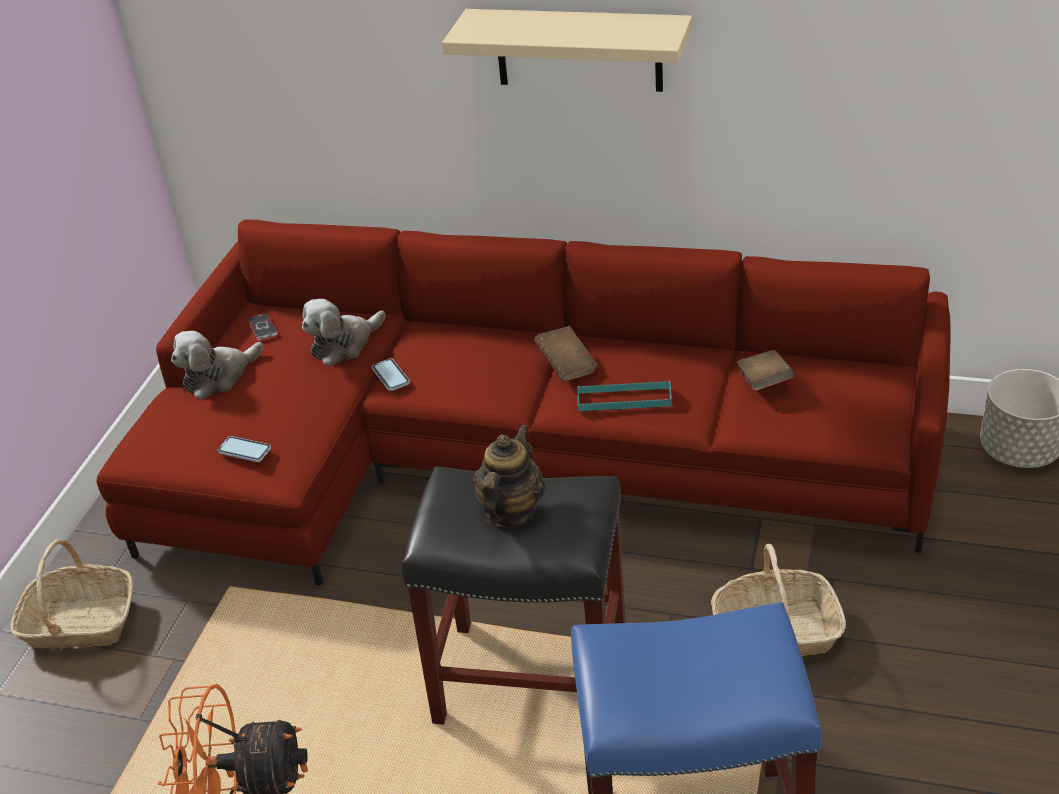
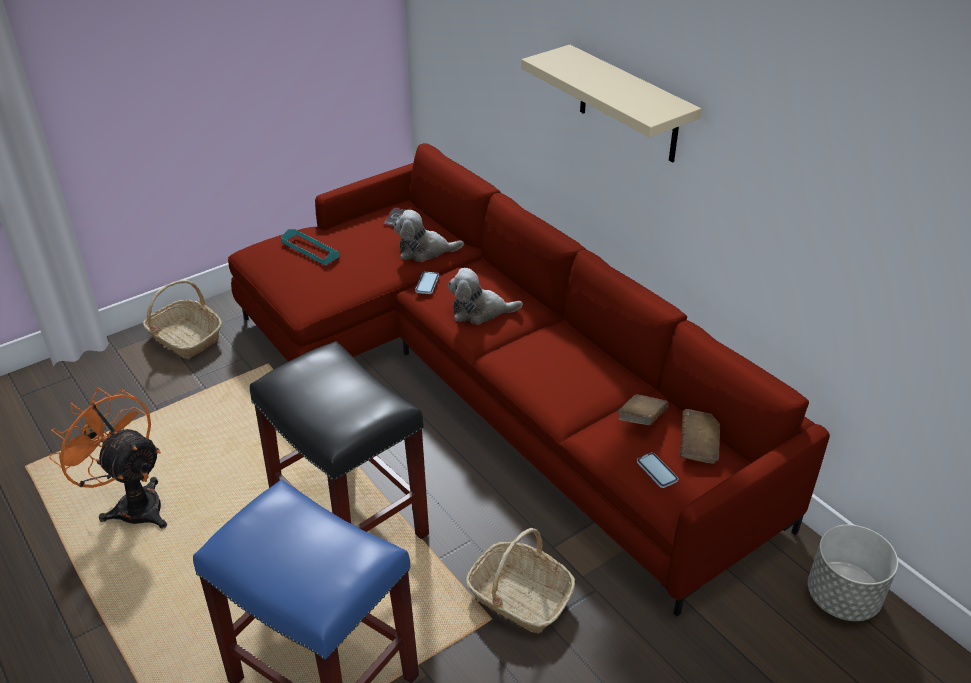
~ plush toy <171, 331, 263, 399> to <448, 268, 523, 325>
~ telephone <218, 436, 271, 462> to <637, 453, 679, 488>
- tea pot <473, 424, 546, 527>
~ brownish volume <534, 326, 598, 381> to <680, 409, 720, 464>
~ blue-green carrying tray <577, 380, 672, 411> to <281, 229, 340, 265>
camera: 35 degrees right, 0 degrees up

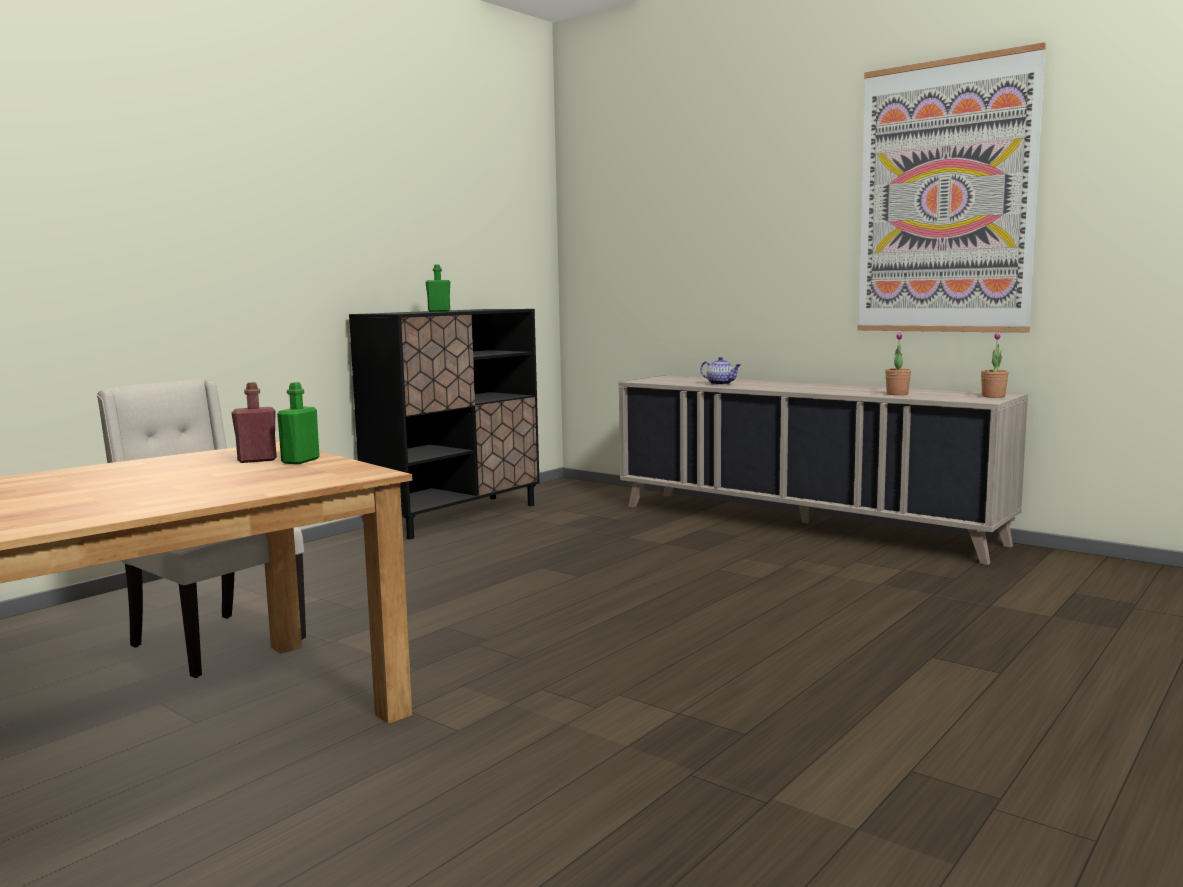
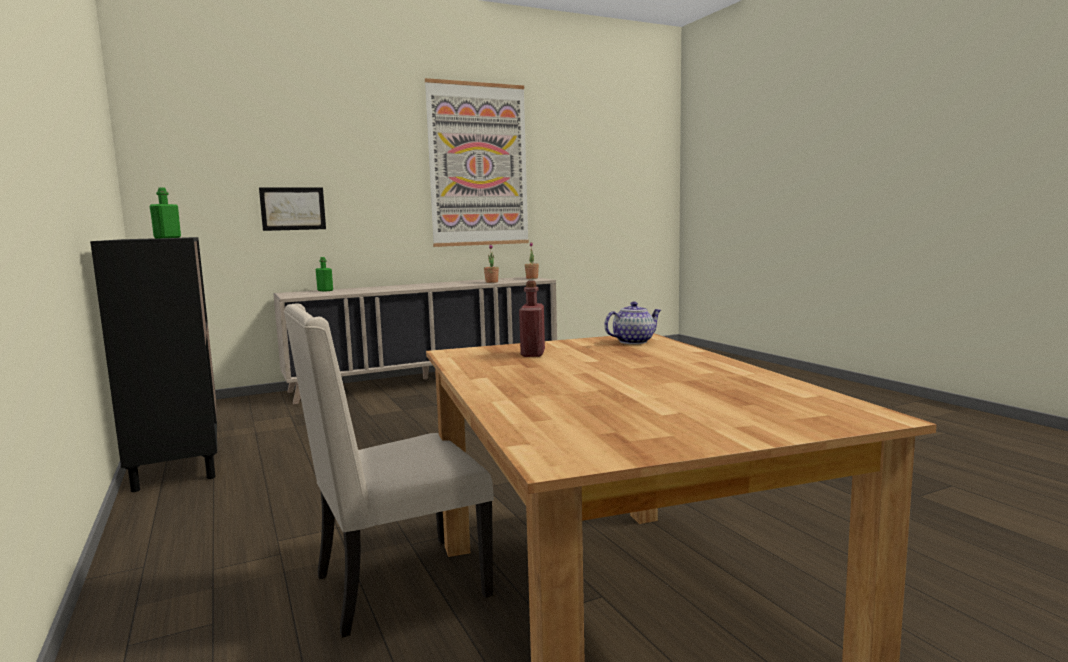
~ greenish bottle <277, 382, 320, 464> to <316, 257, 333, 292>
~ tea pot <700, 357, 741, 385> to <604, 302, 661, 344>
+ picture <259, 187, 326, 231>
camera: 65 degrees left, 0 degrees up

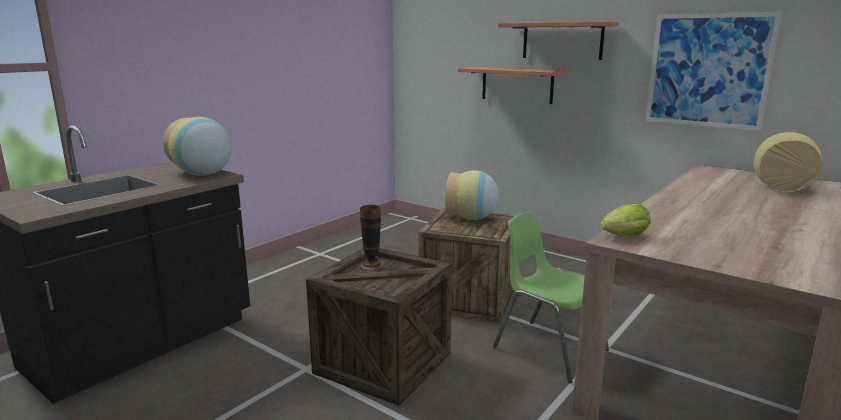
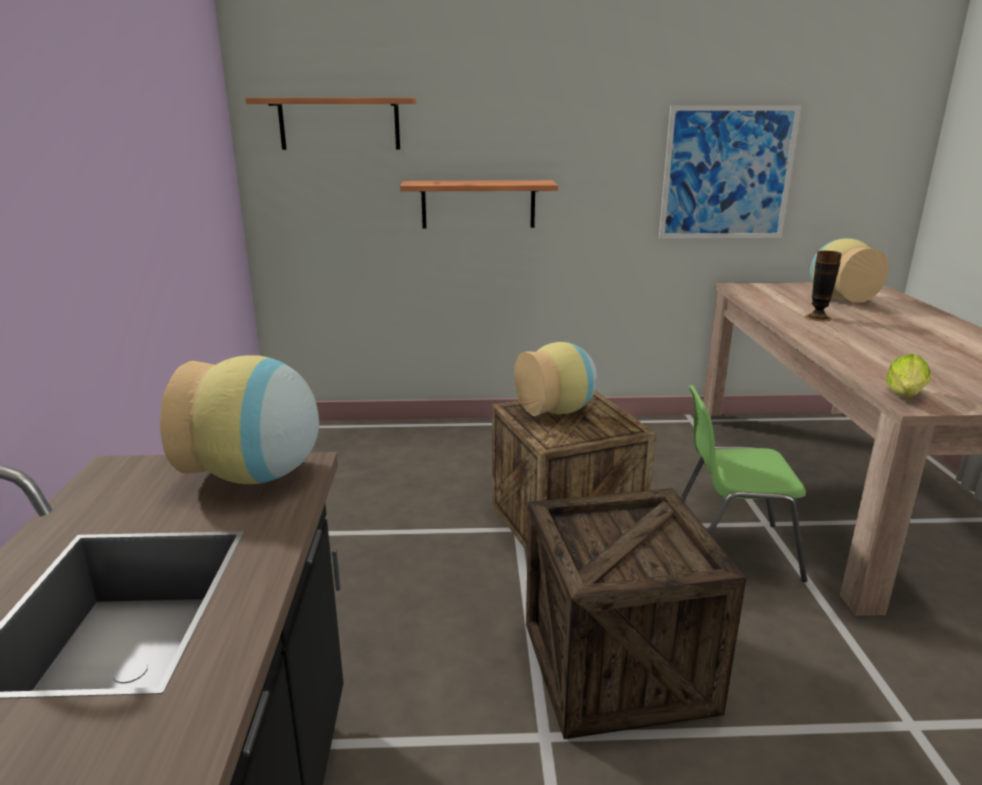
~ decorative vase <360, 205, 383, 270> to <805, 251, 842, 321>
~ bracket shelf <498, 22, 619, 60> to <245, 98, 416, 150>
camera: 40 degrees left, 5 degrees up

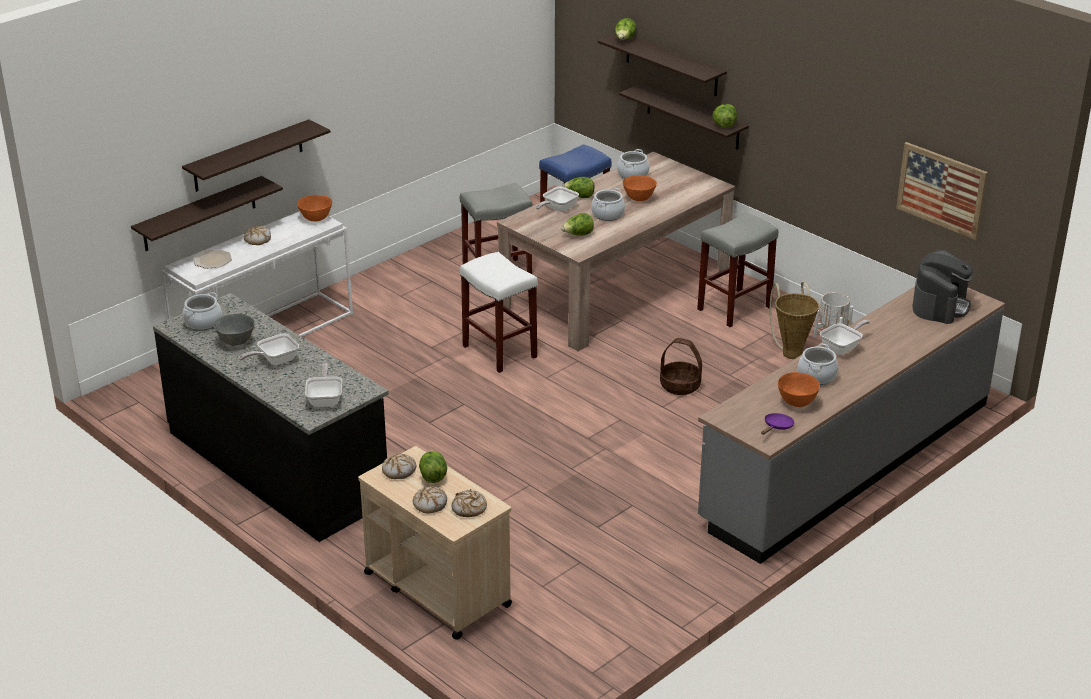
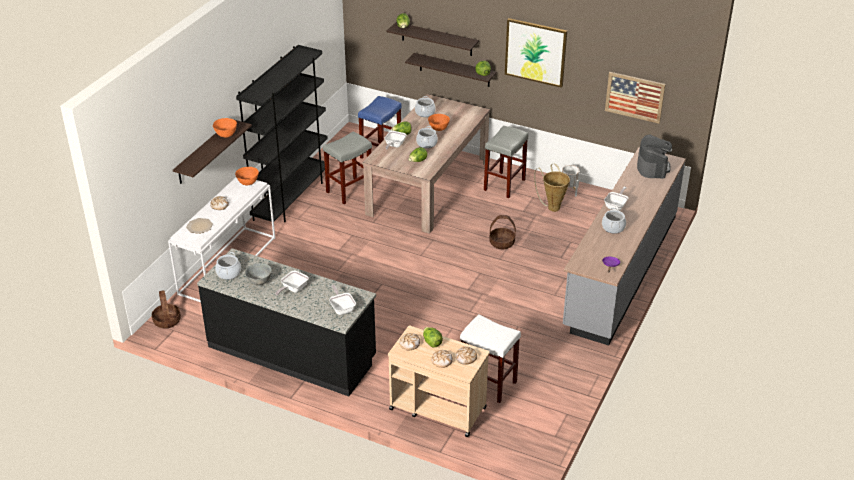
- bracket shelf <131, 176, 283, 251>
~ whitish stool <460, 252, 538, 373> to <460, 314, 521, 403>
~ orange bowl <778, 372, 820, 407> to <213, 118, 237, 138>
+ household basket <152, 290, 181, 329>
+ black-coloured shelving unit <236, 45, 328, 222>
+ picture <505, 18, 567, 88>
camera: 20 degrees left, 5 degrees up

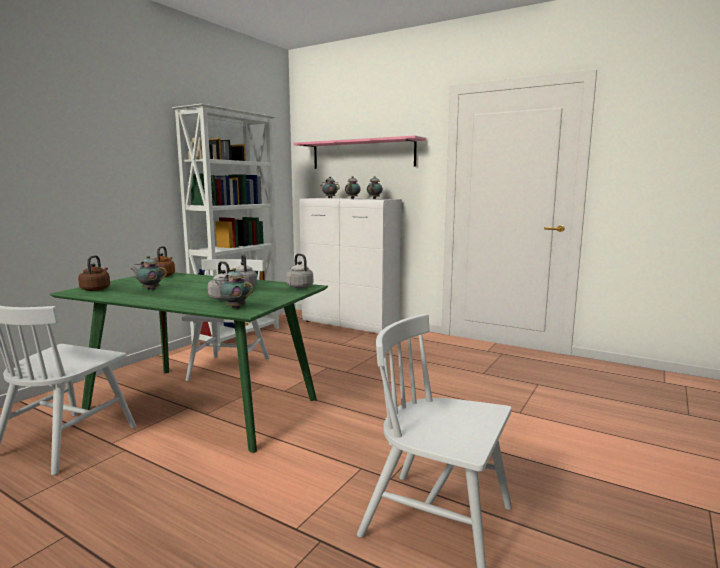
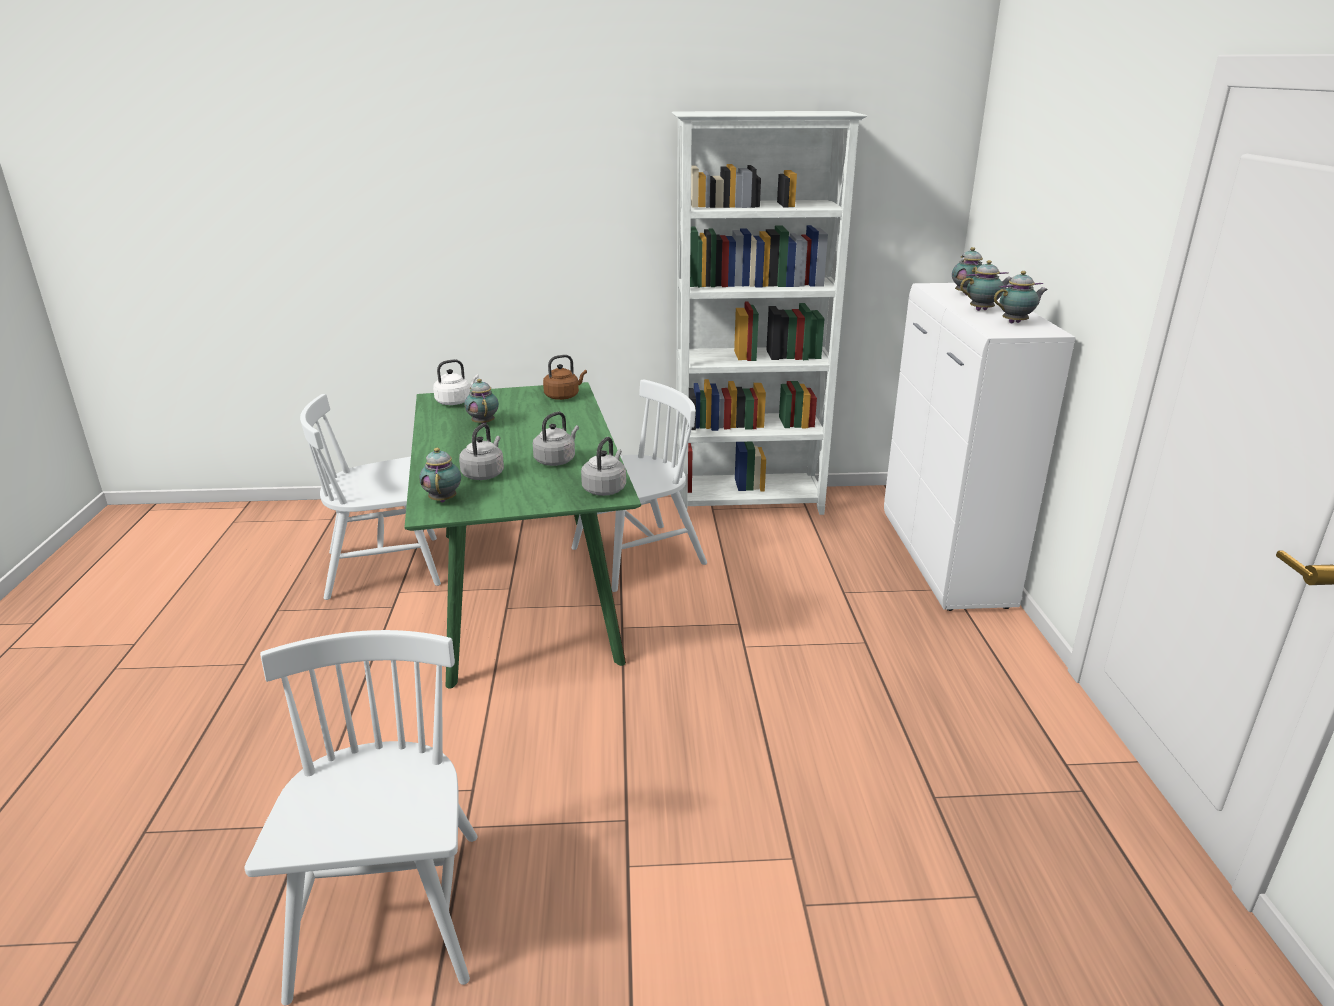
~ brownish water kettle <78, 255, 110, 291> to whitish water kettle <433, 359, 479, 405>
- pinkish bracket shelf <293, 136, 426, 169>
camera: 55 degrees right, 15 degrees up

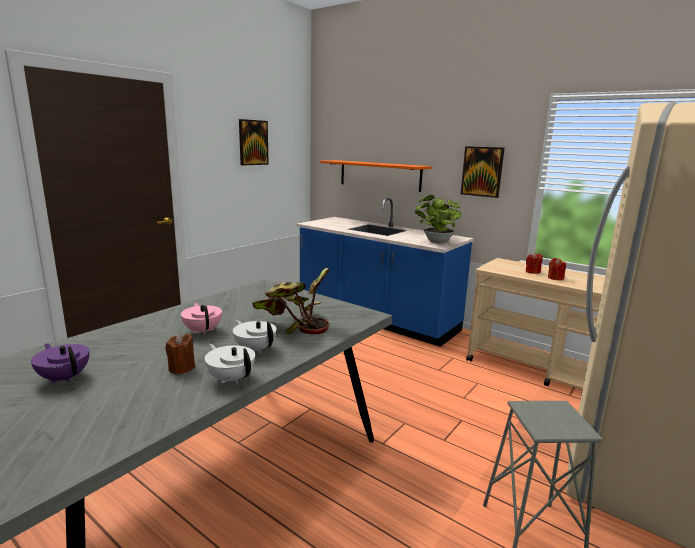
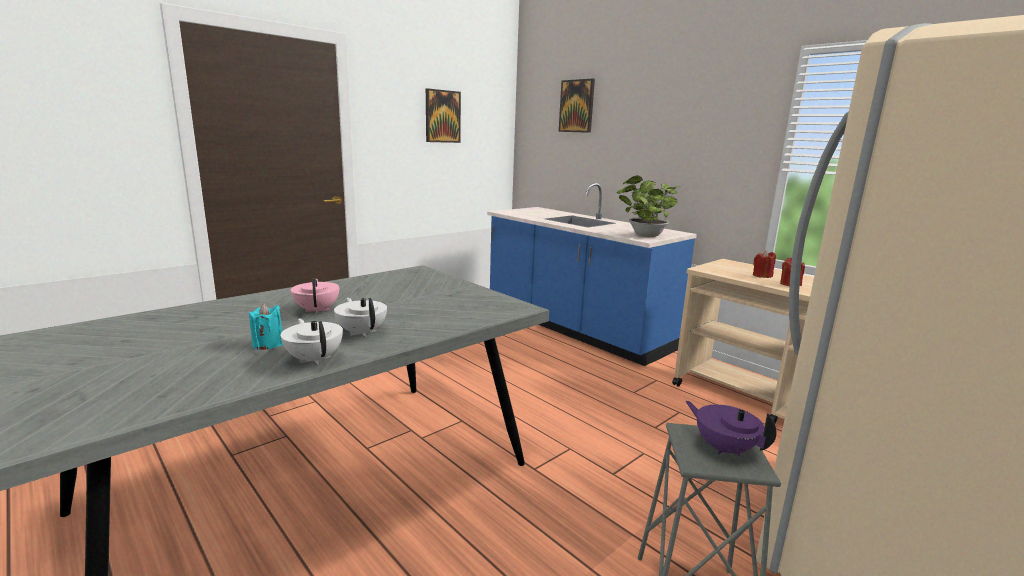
~ purple-coloured tea pot <31, 343, 90, 383> to <685, 401, 776, 456>
~ brownish wax candle <165, 334, 195, 374> to blue-green wax candle <249, 303, 283, 350>
- plant in a pot <252, 268, 330, 335>
- orange bracket shelf <320, 160, 432, 192>
~ picture <461, 146, 505, 198> to <559, 79, 595, 133>
camera: 10 degrees right, 0 degrees up

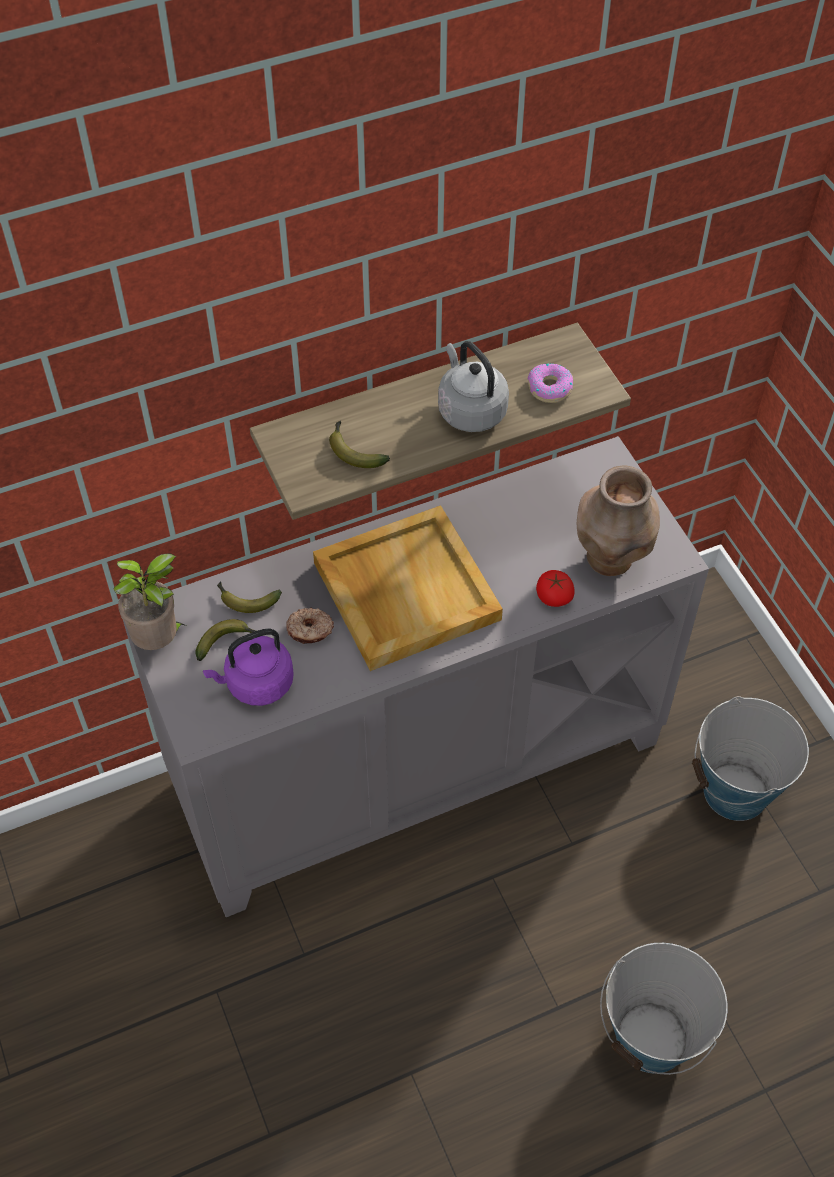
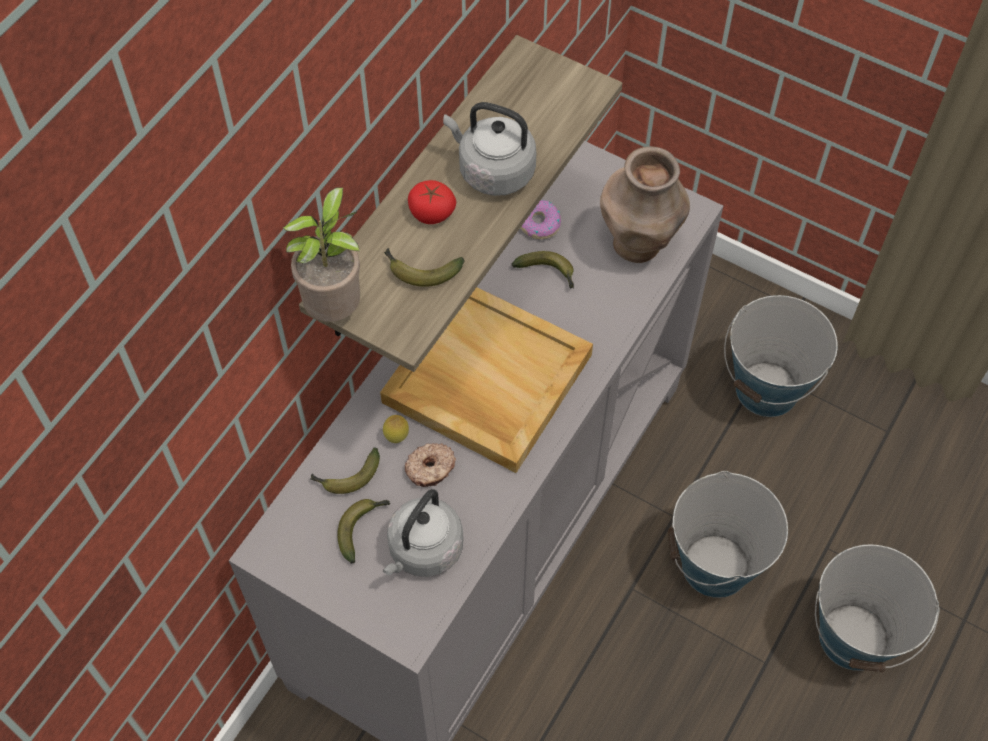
~ plant in a pot <113, 553, 186, 650> to <283, 187, 360, 322>
~ purple-coloured water kettle <203, 629, 294, 706> to greyish water kettle <383, 489, 463, 577>
~ ring doughnut <528, 363, 573, 403> to <520, 200, 561, 239>
~ whole tomato <536, 570, 575, 607> to <408, 180, 456, 224>
+ citrus fruit <383, 415, 409, 443>
+ banana <512, 251, 574, 289>
+ pail <668, 471, 788, 598>
camera: 35 degrees left, 5 degrees up

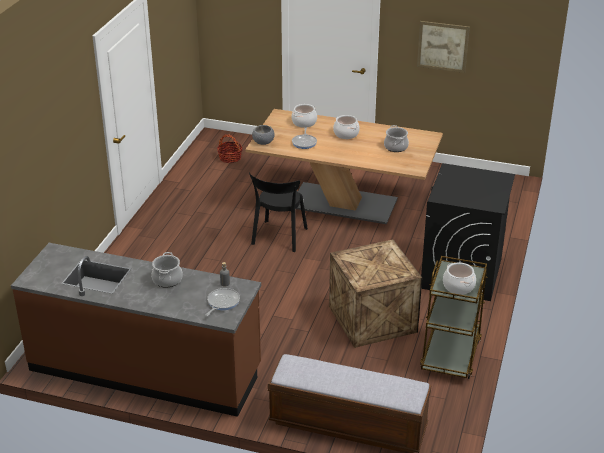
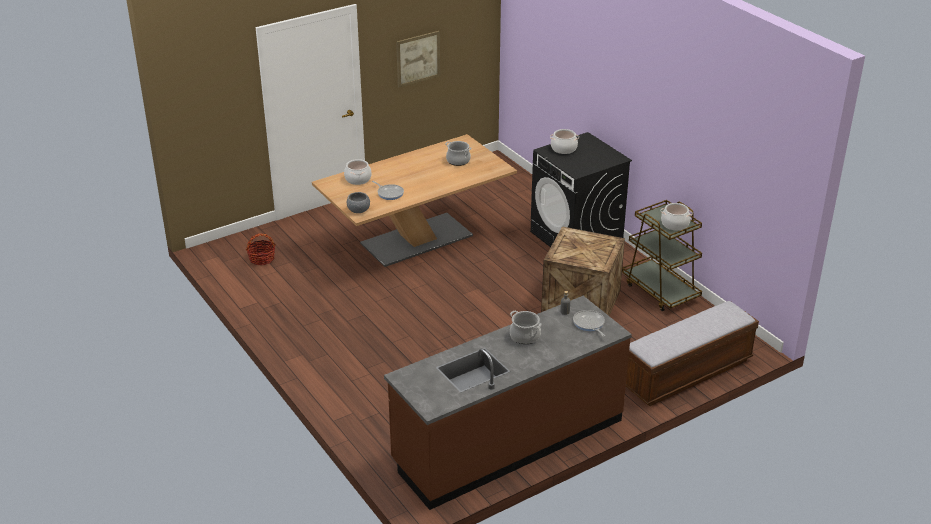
- black-coloured upright chair <249, 173, 308, 252>
~ cooking pot <333, 115, 360, 139> to <550, 129, 579, 154>
camera: 50 degrees left, 0 degrees up

